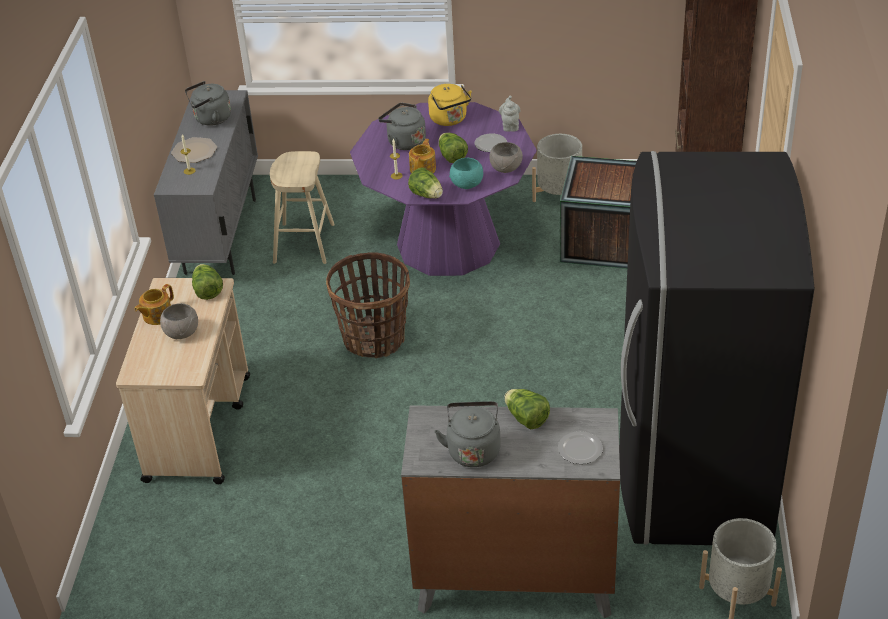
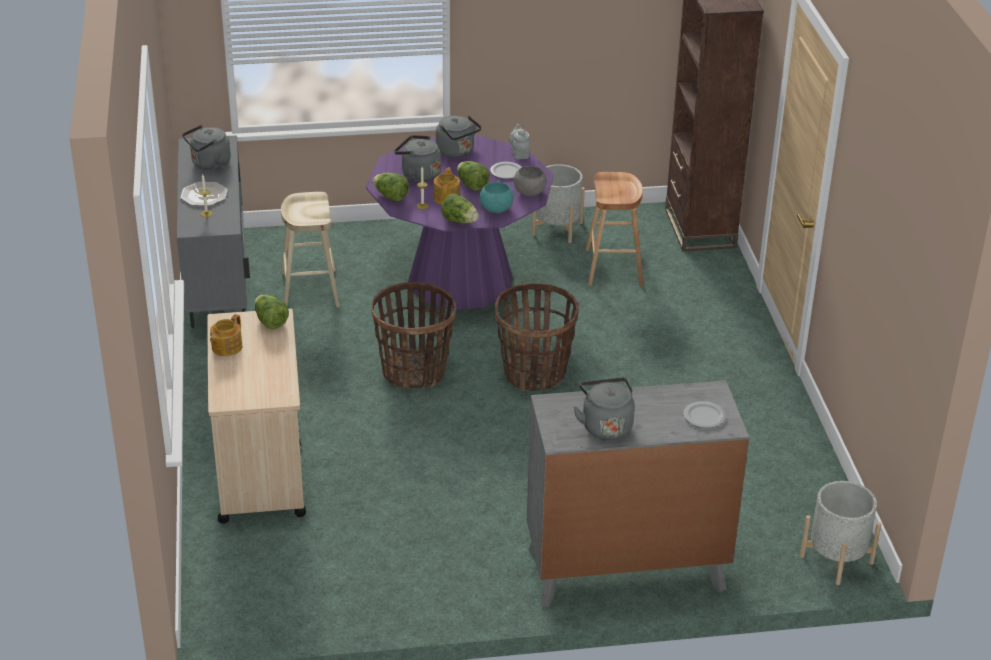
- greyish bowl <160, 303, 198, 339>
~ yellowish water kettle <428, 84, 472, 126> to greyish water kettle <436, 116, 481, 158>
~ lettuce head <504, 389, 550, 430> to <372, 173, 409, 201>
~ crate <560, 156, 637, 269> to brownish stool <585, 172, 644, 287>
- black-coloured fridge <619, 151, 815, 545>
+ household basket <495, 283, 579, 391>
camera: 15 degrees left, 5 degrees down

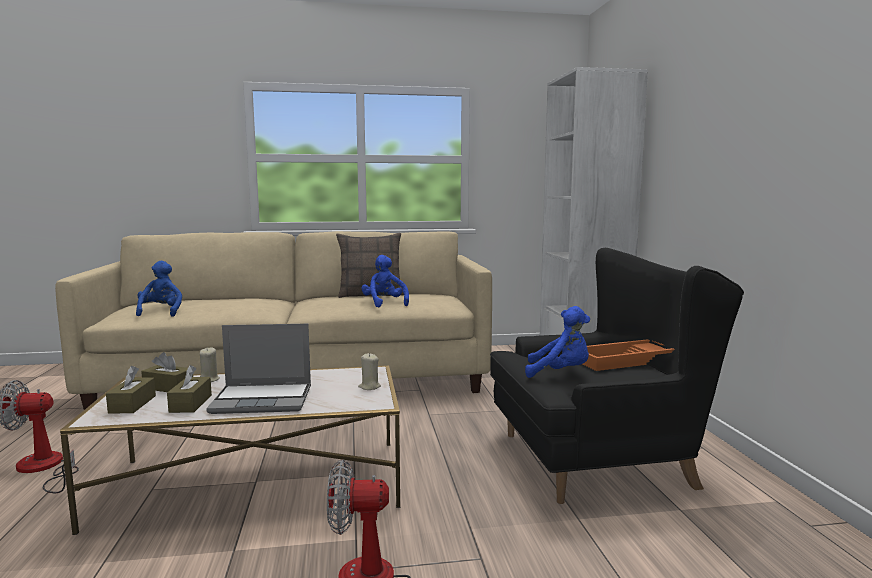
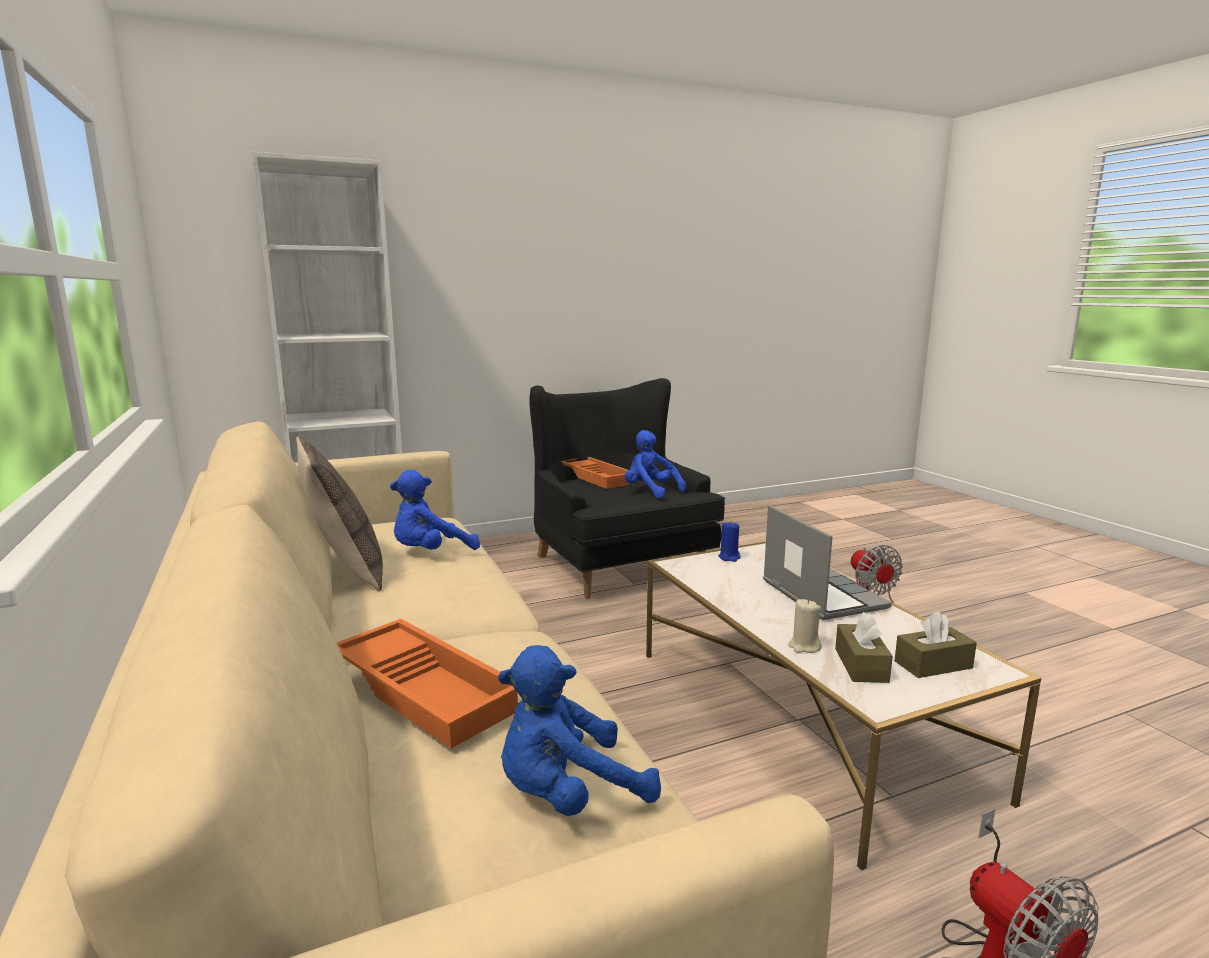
- brownish box of tissues <167, 365, 212, 413>
~ beige-coloured wax candle <358, 353, 381, 390> to bluish wax candle <718, 521, 741, 562>
~ bluish plush toy <525, 306, 590, 378> = <625, 430, 686, 498> 45 degrees counterclockwise
+ orange carrying tray <337, 619, 518, 749>
camera: 105 degrees left, 5 degrees up

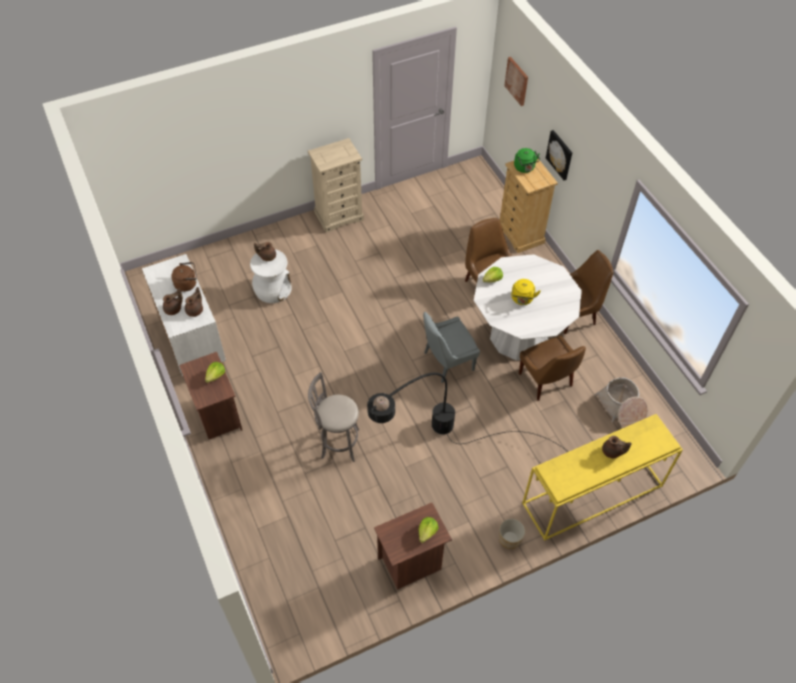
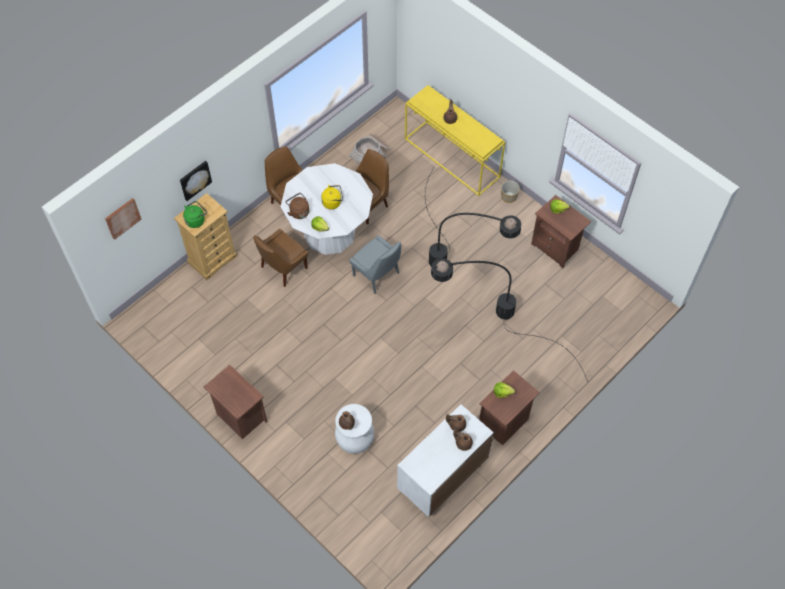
~ brownish water kettle <171, 262, 197, 292> to <286, 193, 309, 219>
~ beige-coloured dresser <308, 138, 364, 233> to brownish bedside table <204, 365, 267, 439>
~ greyish stool <308, 372, 359, 462> to black-coloured standard lamp <431, 258, 588, 382>
camera: 110 degrees left, 5 degrees up

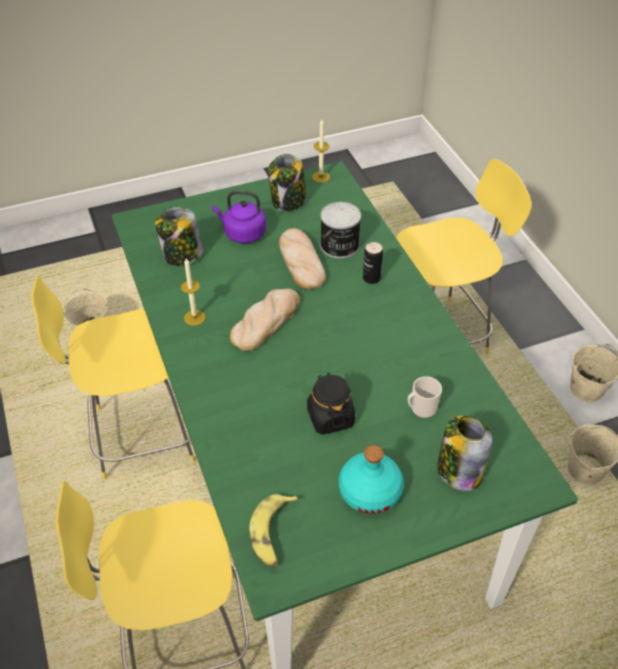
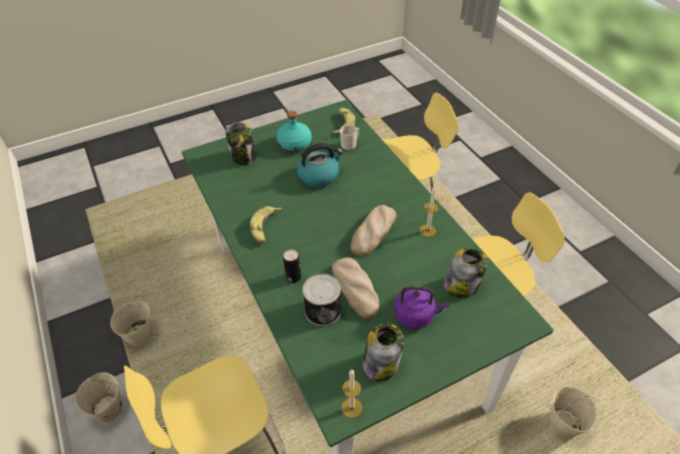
~ black-coloured jar <307, 373, 355, 435> to water kettle <297, 143, 343, 187>
~ coffee mug <407, 377, 442, 418> to <340, 125, 359, 150>
+ banana <250, 206, 282, 244>
camera: 175 degrees right, 0 degrees up

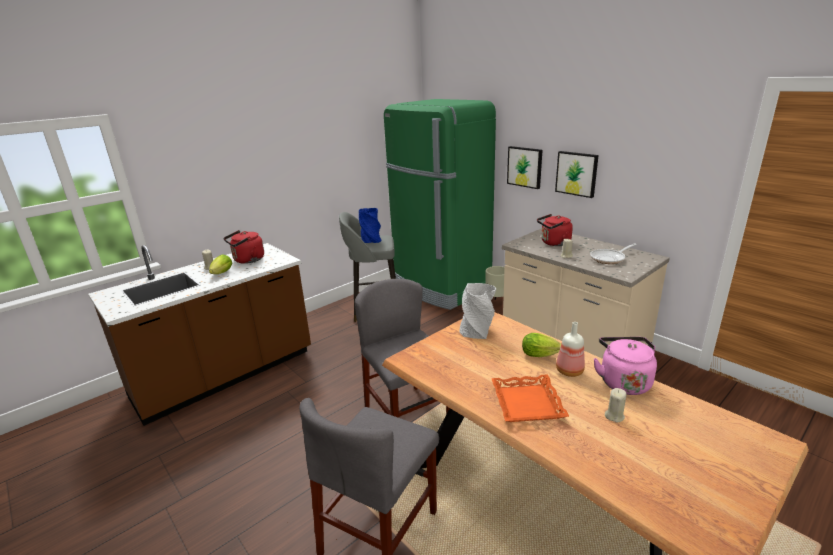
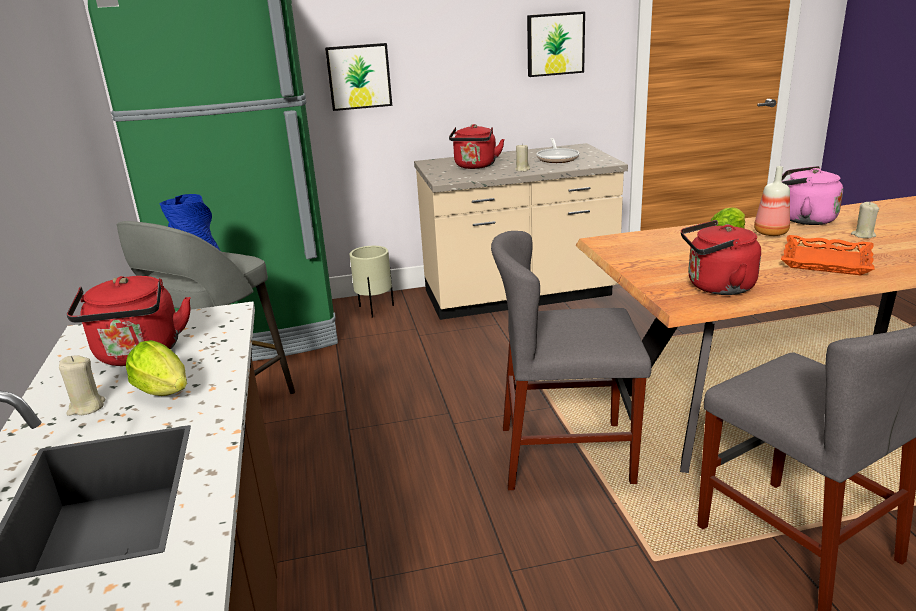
- greyish decorative vase <460, 283, 497, 339>
~ picture <555, 151, 599, 198> to <527, 11, 585, 77>
+ reddish water kettle <681, 220, 761, 295>
camera: 60 degrees left, 0 degrees up

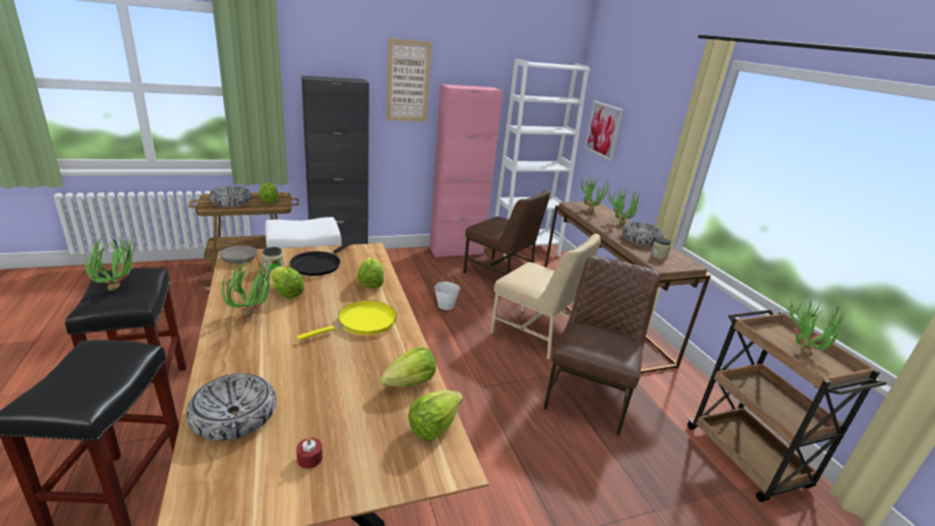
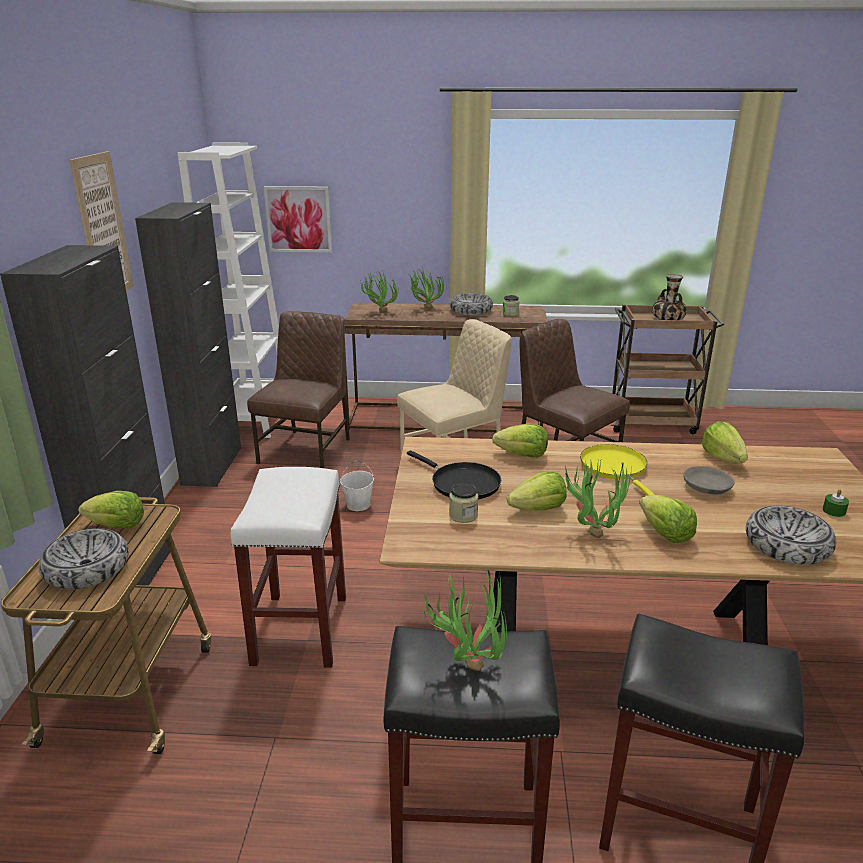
~ greyish bowl <219, 245, 257, 264> to <683, 466, 735, 495>
~ reddish wax candle <296, 437, 322, 469> to greenish wax candle <823, 489, 849, 517>
~ lettuce head <408, 390, 463, 441> to <639, 495, 697, 543>
~ pinkish cupboard <429, 84, 503, 258> to black-coloured cupboard <135, 202, 241, 487>
~ brownish upright chair <463, 190, 550, 275> = <247, 311, 350, 468> 45 degrees counterclockwise
~ plant in a pot <787, 300, 846, 356> to decorative vase <652, 274, 687, 320>
camera: 65 degrees left, 0 degrees up

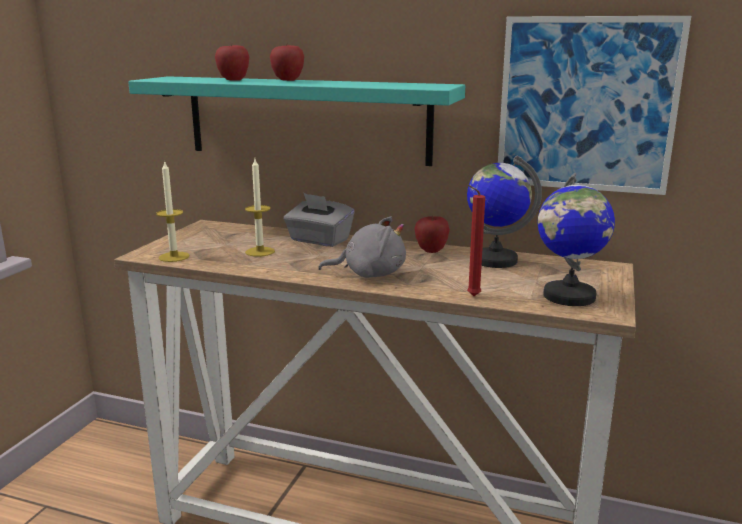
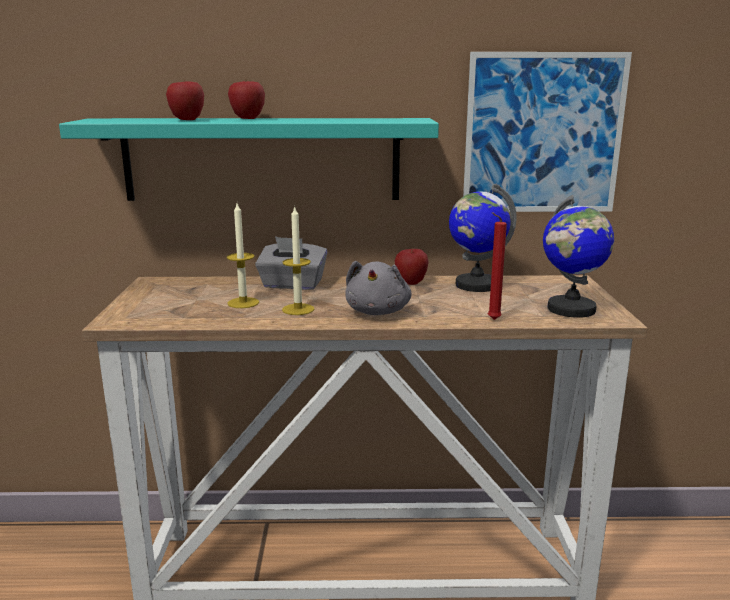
~ wax candle <156, 160, 189, 262> to <282, 206, 314, 315>
~ greyish plush toy <318, 217, 406, 278> = <345, 261, 411, 315> 120 degrees clockwise
camera: 20 degrees left, 0 degrees up

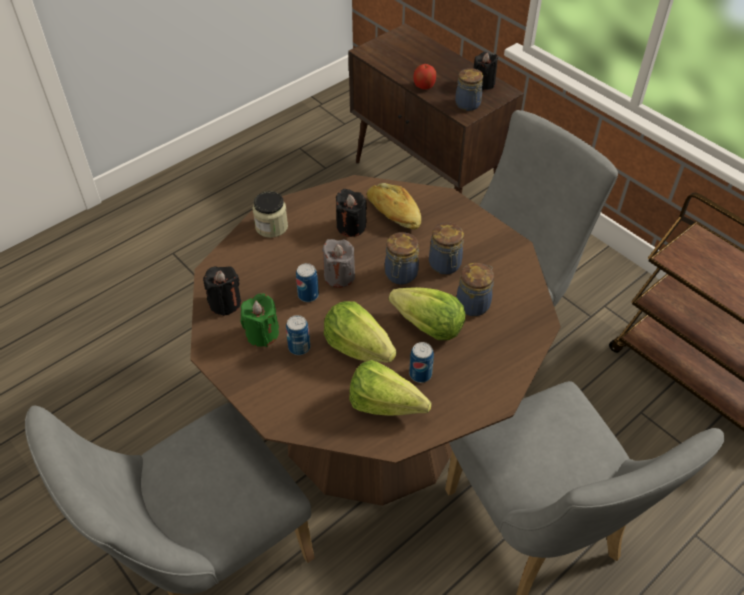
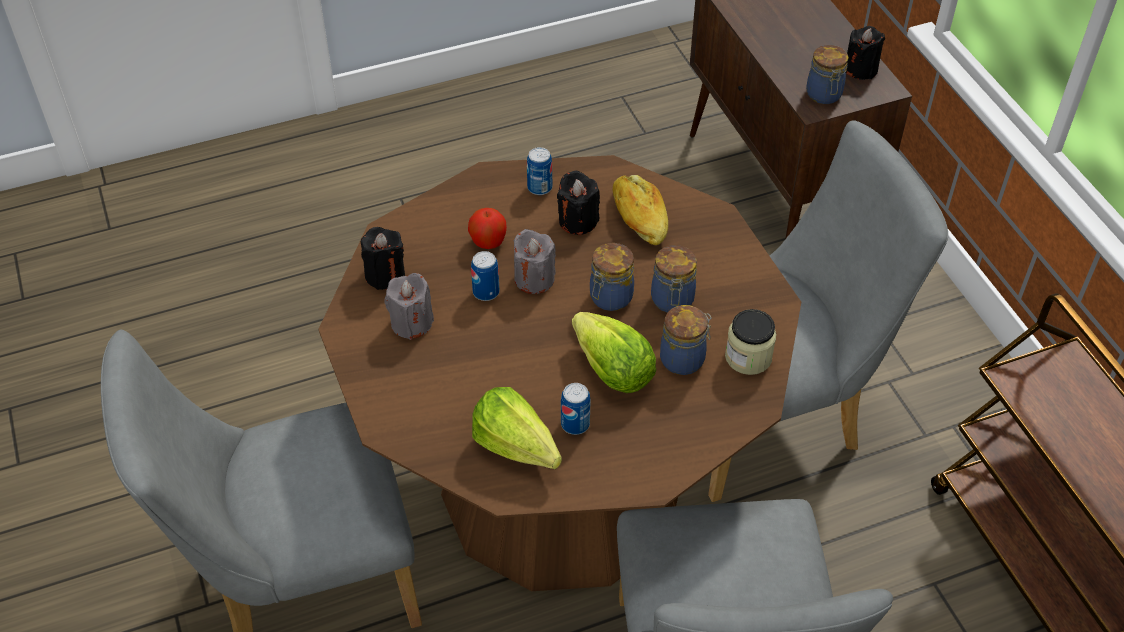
~ greenish wax candle <240, 293, 279, 347> to greyish wax candle <384, 273, 434, 340>
~ jar <253, 191, 288, 238> to <725, 309, 776, 375>
~ can <286, 315, 310, 355> to <527, 147, 552, 195>
- lettuce head <324, 301, 397, 363>
~ apple <413, 64, 436, 90> to <468, 208, 507, 249>
camera: 20 degrees right, 0 degrees up

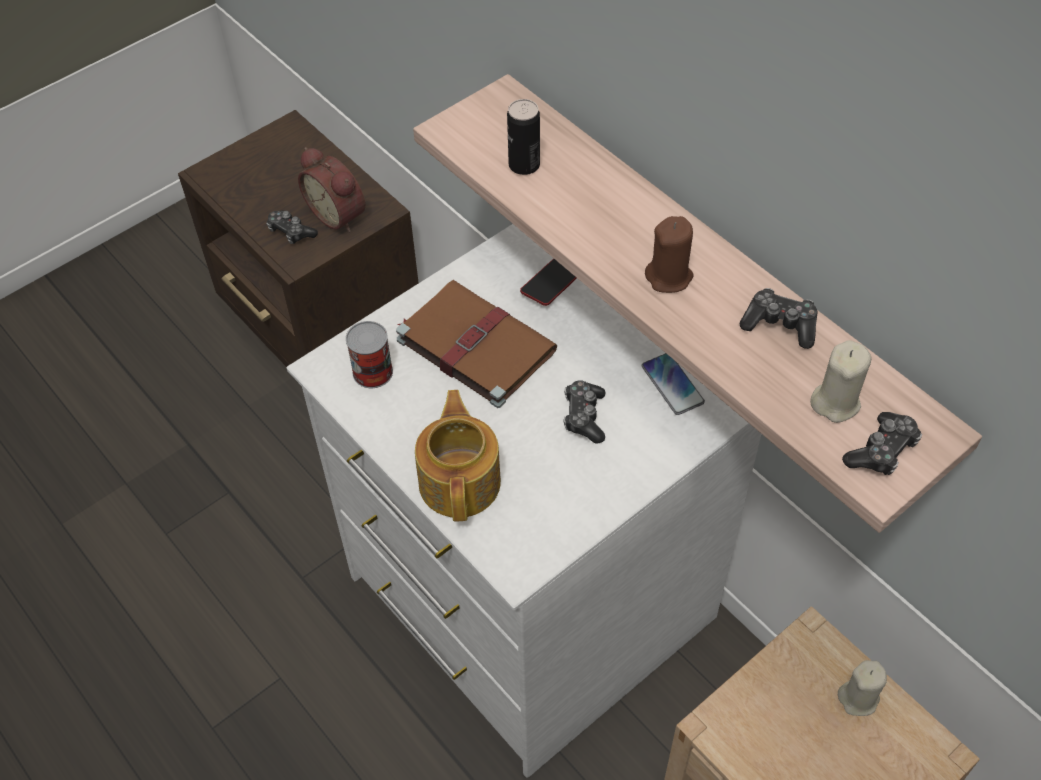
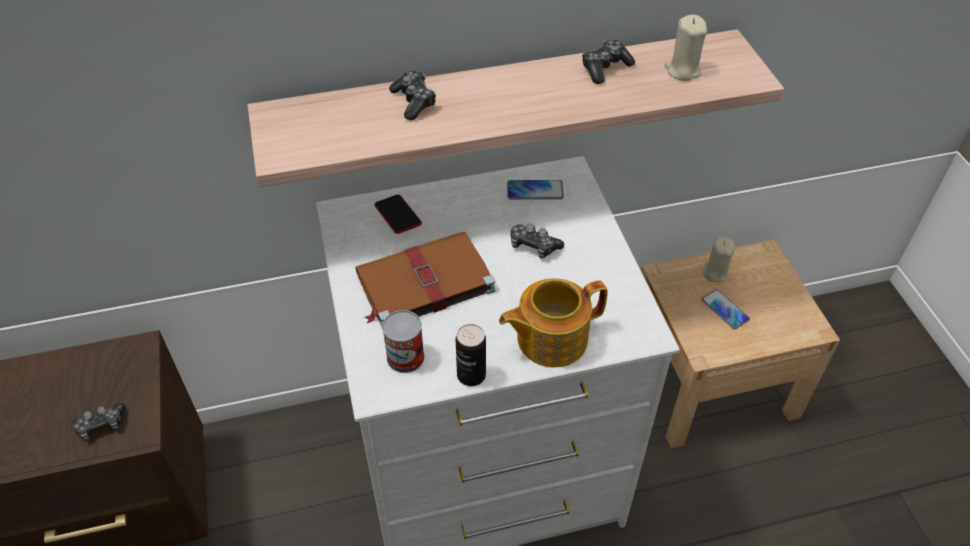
- alarm clock <298, 147, 365, 232>
~ tea pot <415, 390, 501, 522> = <499, 278, 608, 368> 45 degrees counterclockwise
~ can <507, 99, 540, 175> to <456, 324, 486, 386>
- brownish wax candle <645, 216, 694, 293>
~ joypad <842, 412, 922, 475> to <389, 71, 436, 120>
+ telephone <702, 289, 750, 329>
camera: 65 degrees left, 5 degrees down

